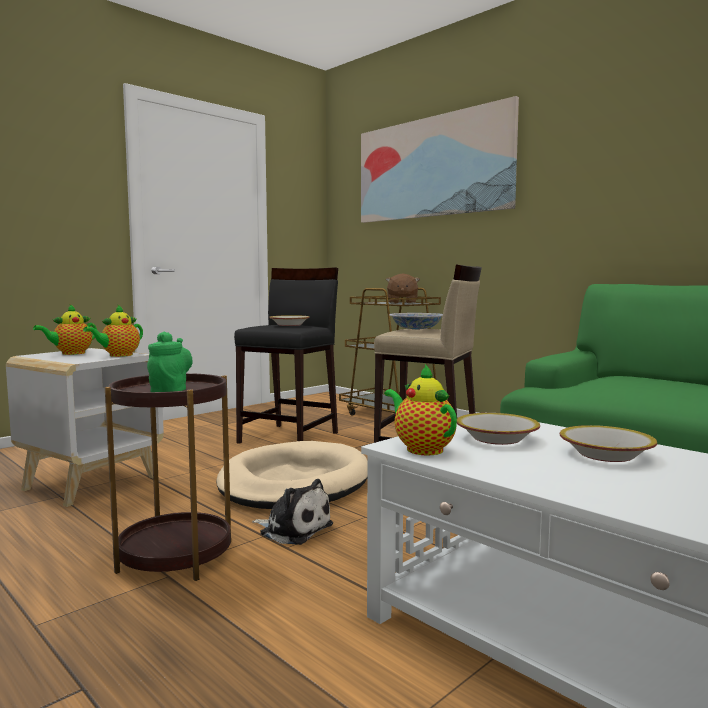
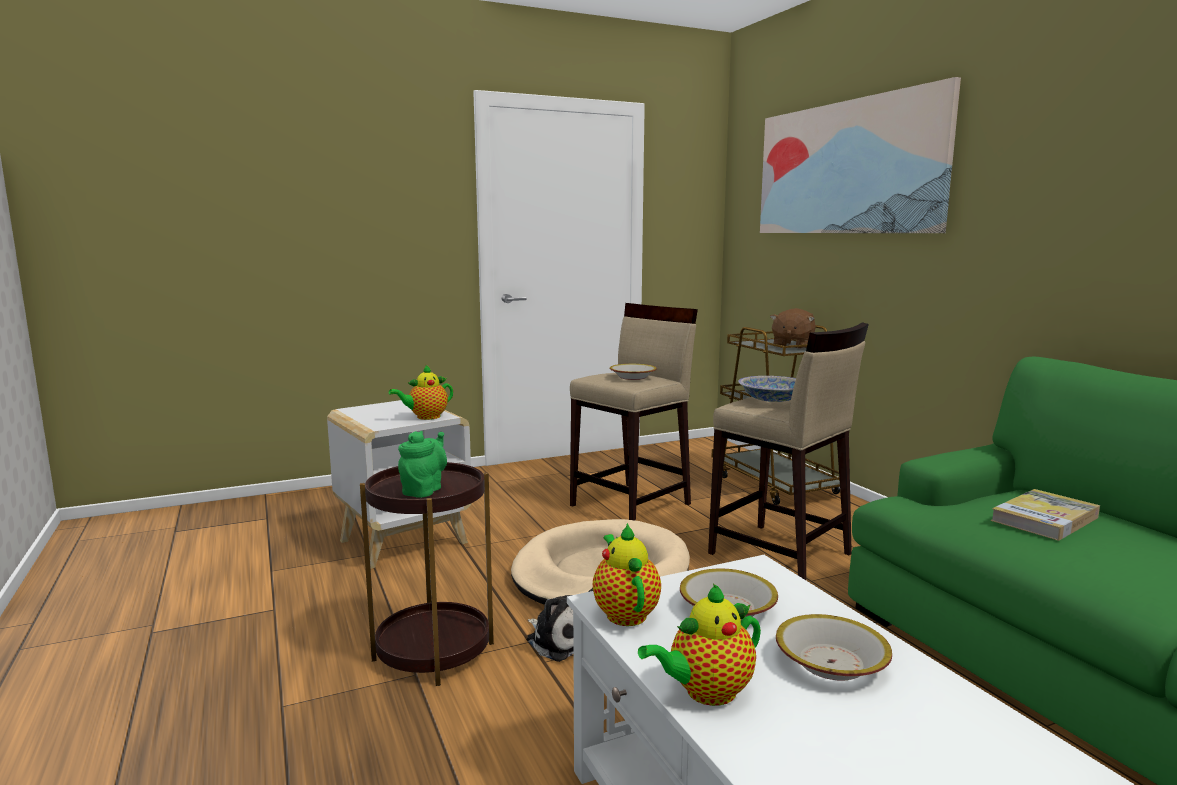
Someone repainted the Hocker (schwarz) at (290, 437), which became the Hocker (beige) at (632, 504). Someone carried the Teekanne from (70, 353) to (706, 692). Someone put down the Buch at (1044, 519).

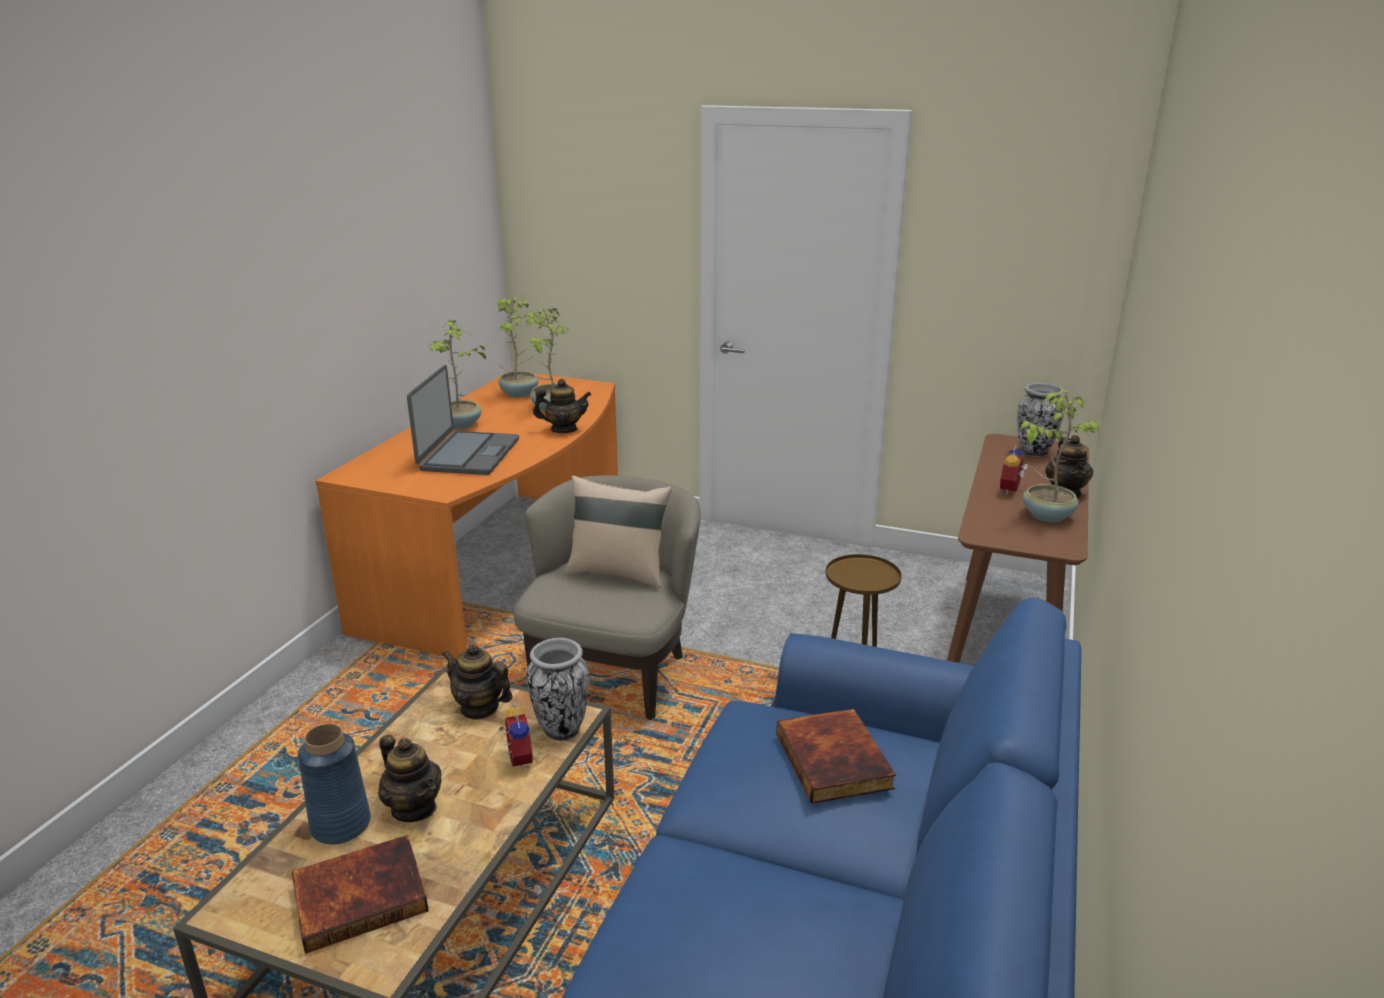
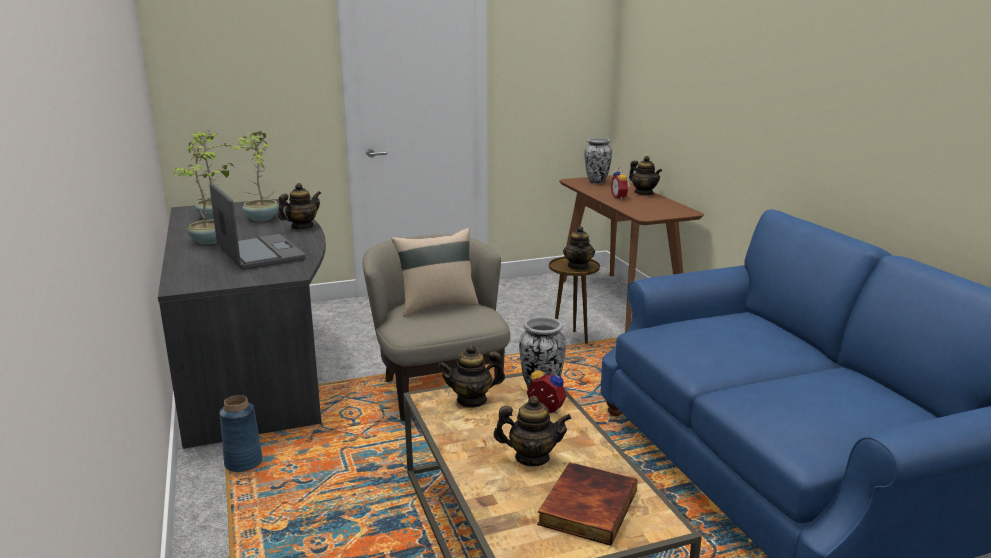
Someone repainted the Schreibtisch (orange) at (505, 566), which became the Schreibtisch (grau) at (255, 364). Someone took away the Topfpflanze at (1046, 515). Someone took away the Buch at (836, 760). Someone carried the Vase (blau) from (340, 825) to (243, 463). Someone put down the Teekanne at (578, 266).

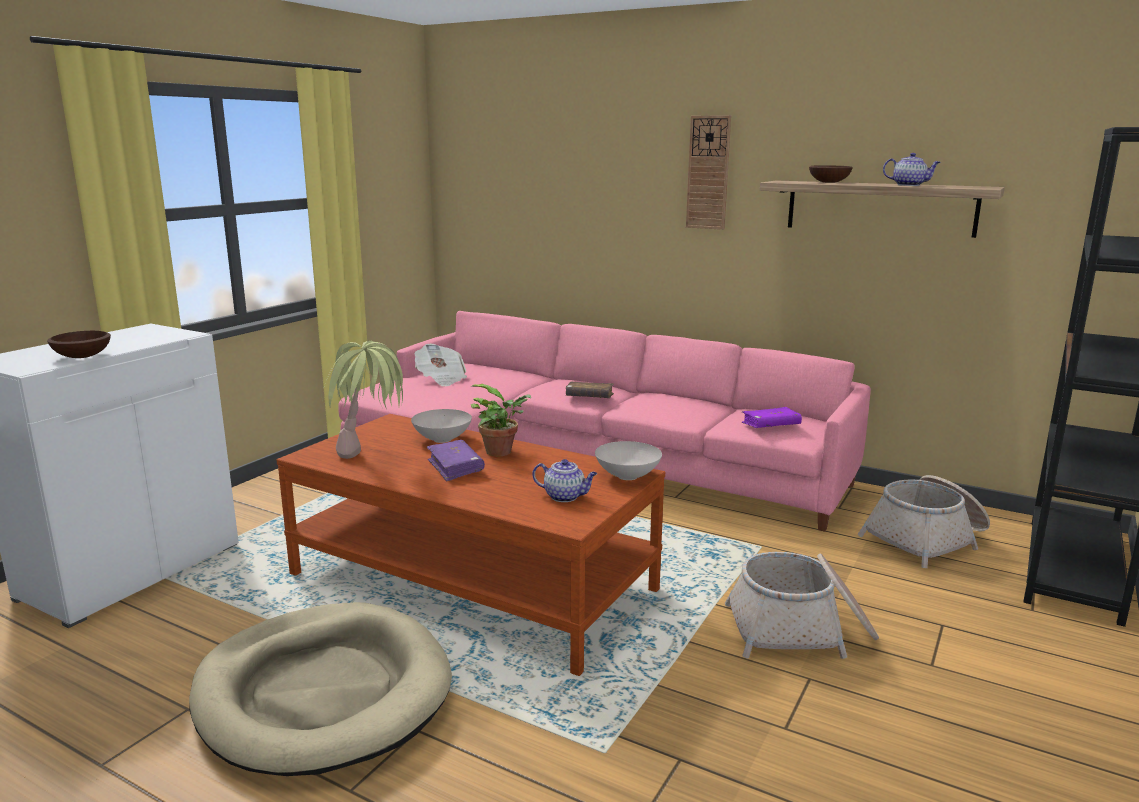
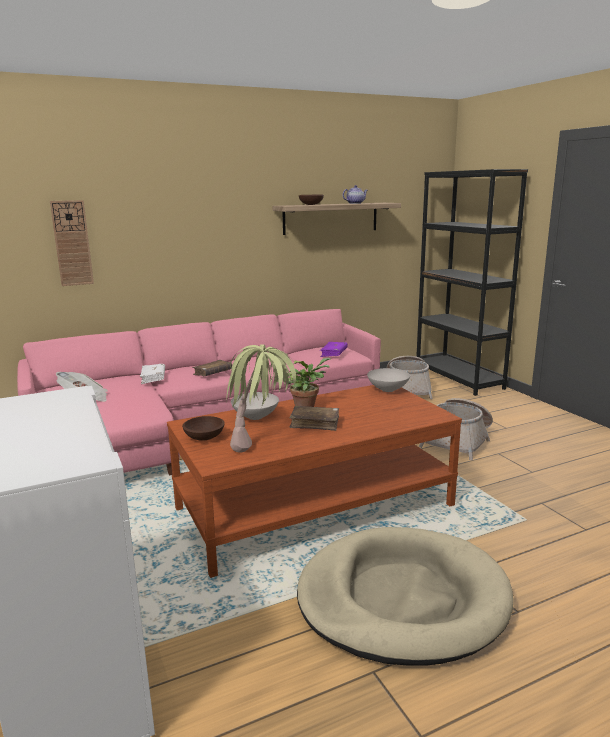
Someone carried the Wanduhr from (708, 173) to (72, 243). Someone carried the Schüssel (braun) from (81, 356) to (204, 438). Someone repainted the Buch (lila) at (455, 467), which became the Buch (braun) at (315, 423). Someone took away the Teekanne at (565, 496). Someone put down the Buch (weiß) at (153, 378).

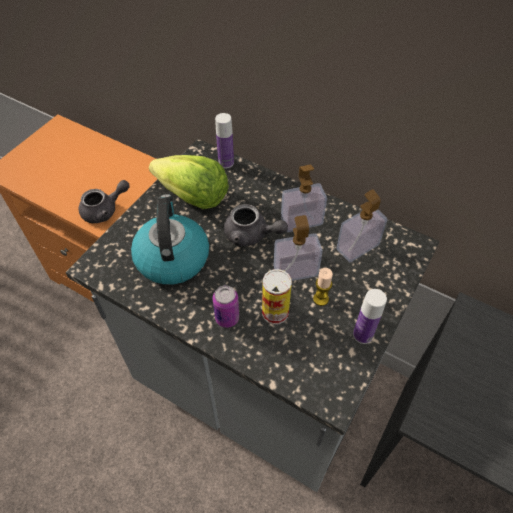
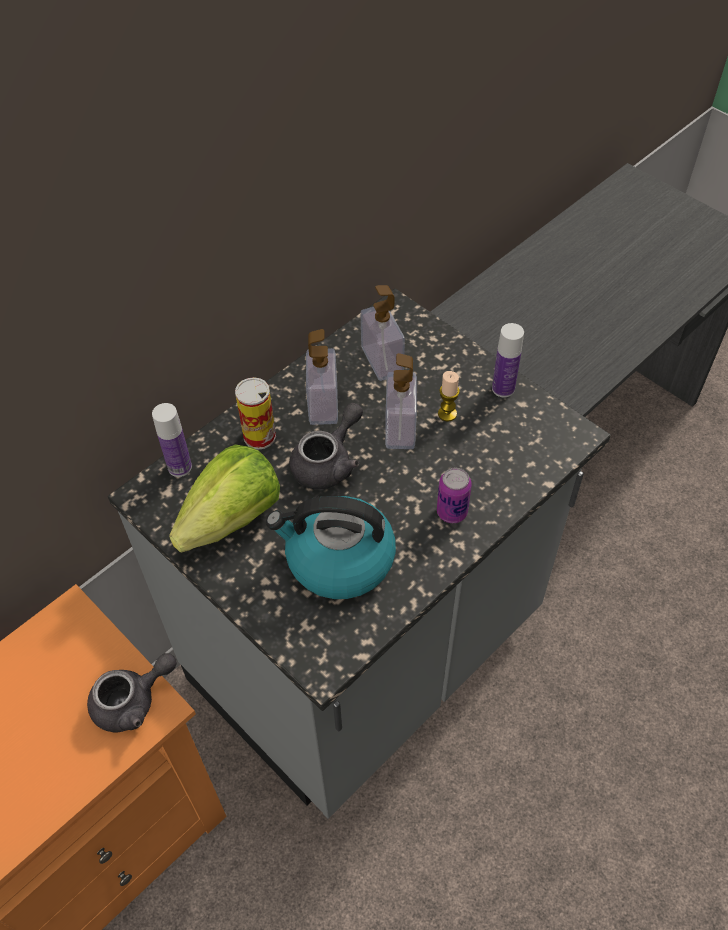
Someone rotated the Teekanne (grau) at (105, 210) by 75 degrees clockwise. Someone carried the Dose from (275, 312) to (259, 436).

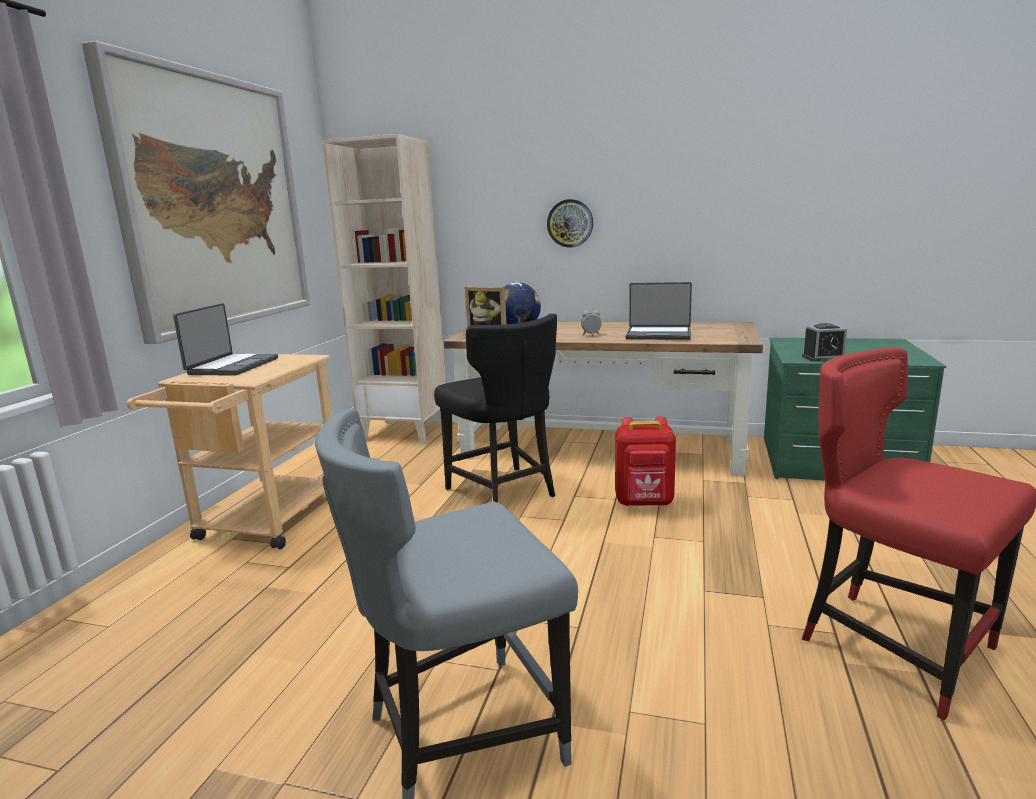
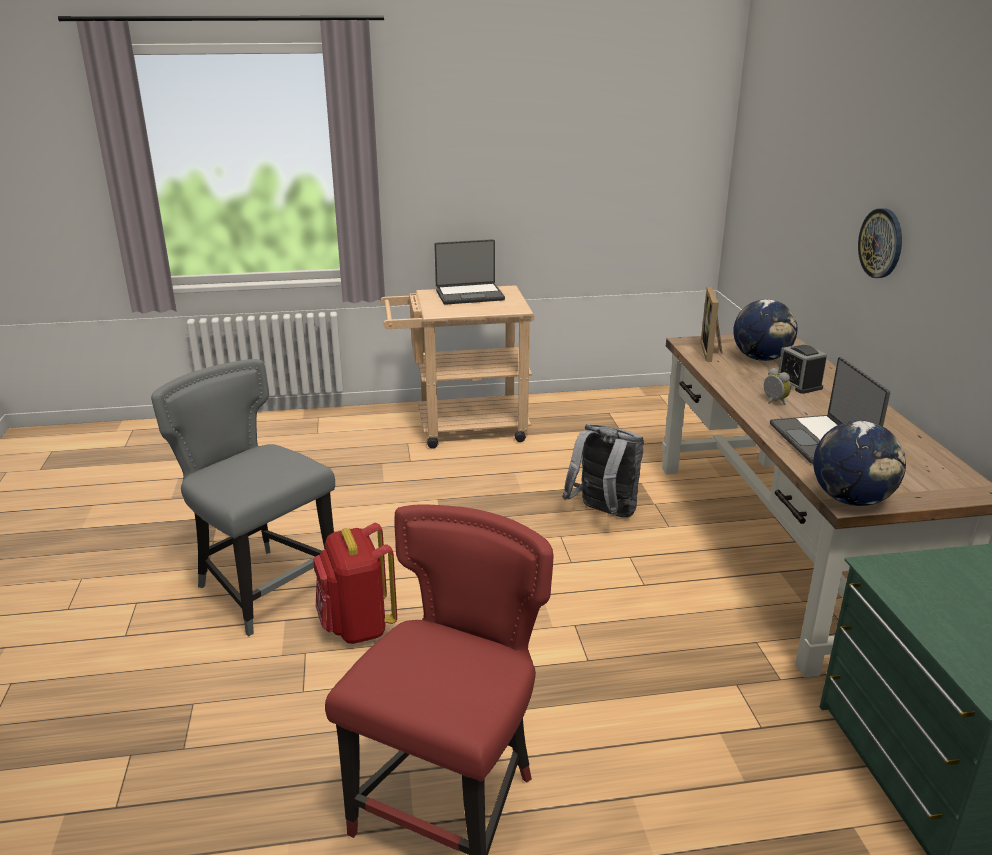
Someone took away the Bild at (214, 203). Someone took away the Bücherregal (beige) at (405, 431). Someone swapped the Stuhl (schwarz) at (503, 492) for the Rucksack (grau) at (603, 513). Someone carried the Wecker from (823, 358) to (798, 384). Someone carried the Rucksack (rot) from (644, 503) to (357, 627). Someone put down the Globus at (851, 500).

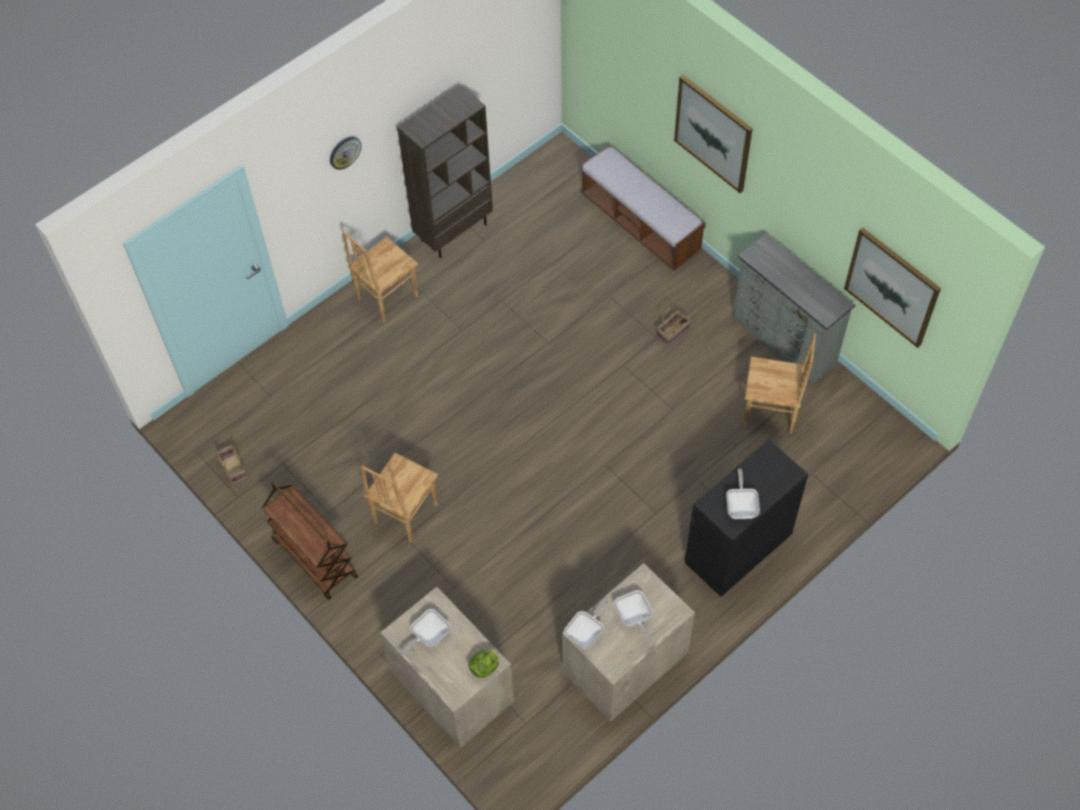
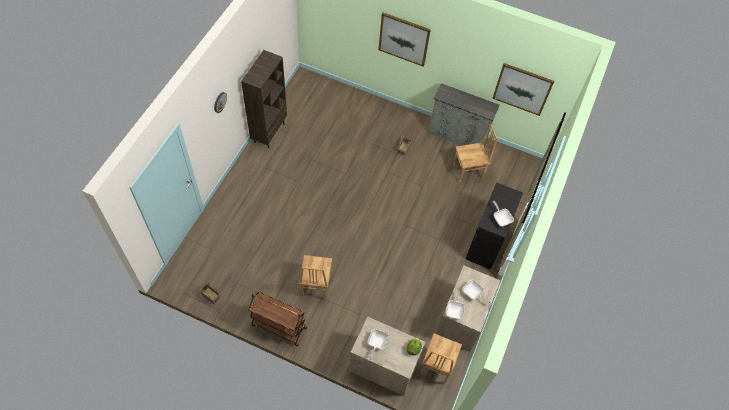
Someone took away the Bank at (640, 224). Someone carried the Stuhl (braun) from (386, 297) to (436, 365).

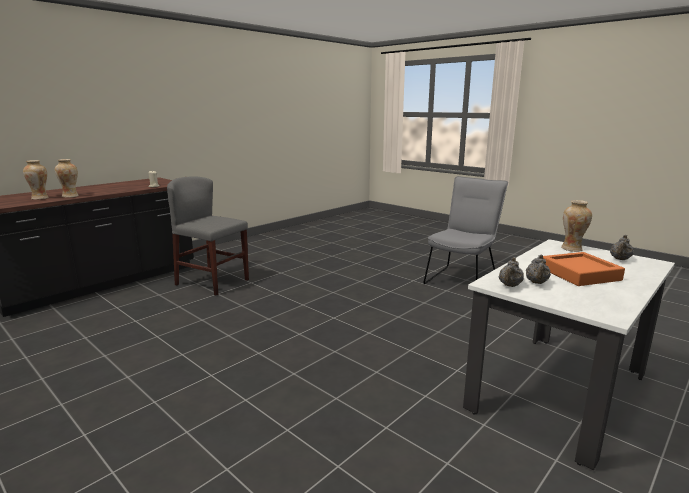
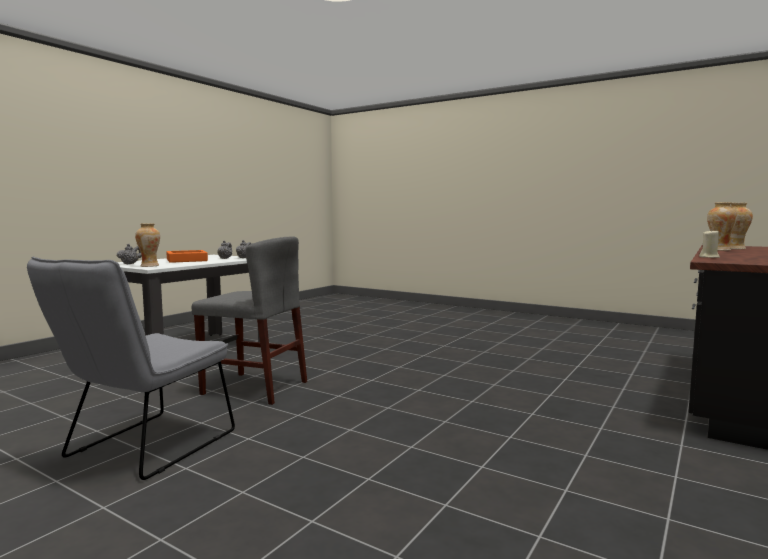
Someone carried the Stuhl (grau) from (212, 282) to (254, 388).

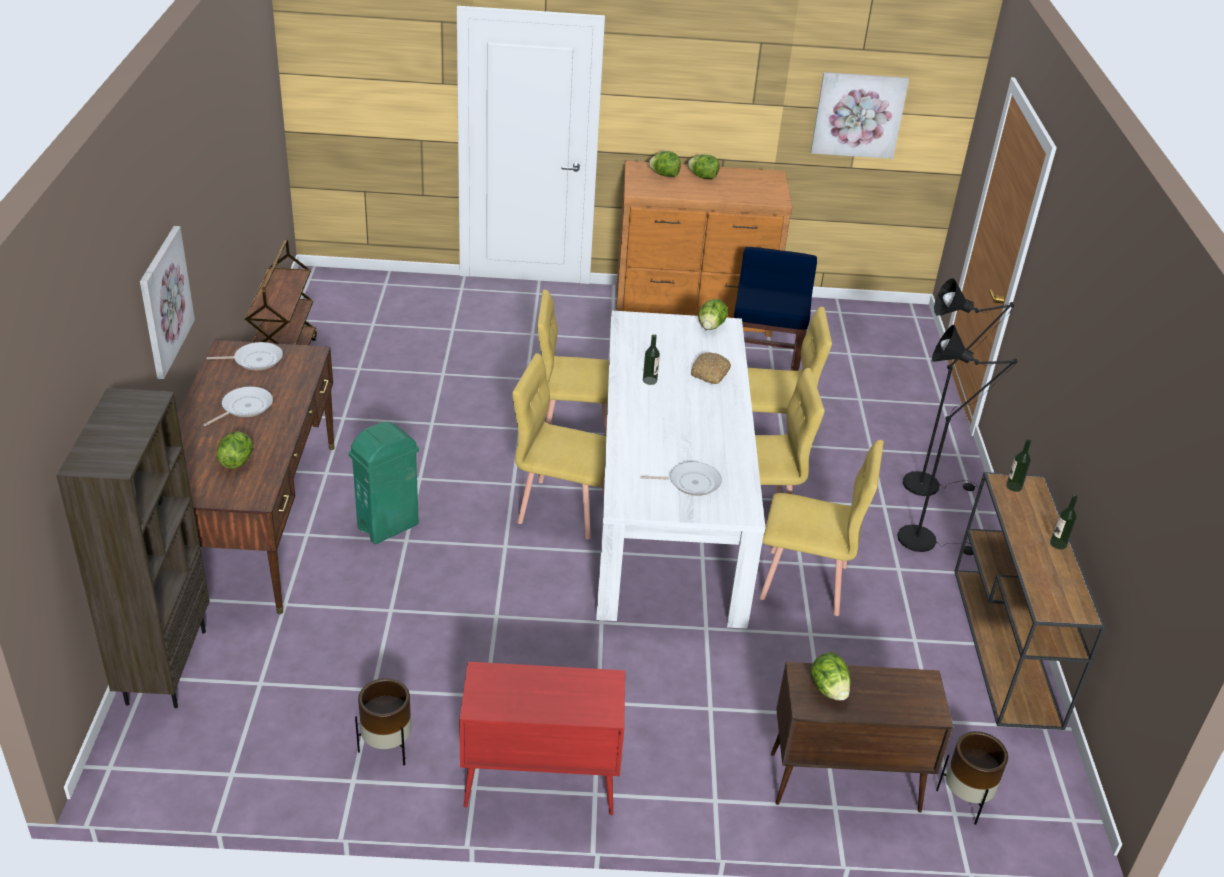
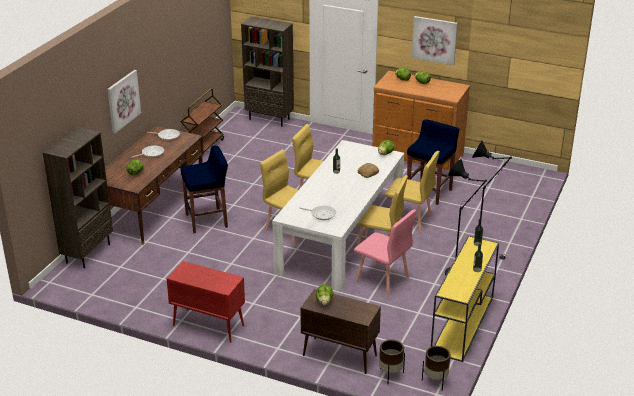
Someone carried the Bild from (858, 114) to (434, 40). Someone swapped the Mülleimer (grün) at (389, 526) for the Hocker (blau) at (207, 221). Someone repainted the Stuhl (gelb) at (804, 583), which became the Stuhl (rosa) at (382, 279). Someone repainted the Konsolentisch (braun) at (1006, 647), which became the Konsolentisch (gelb) at (462, 325). Someone carried the Pflanzkübel (braun) from (386, 747) to (435, 381). Someone put down the Bücherregal (braun) at (270, 119).

